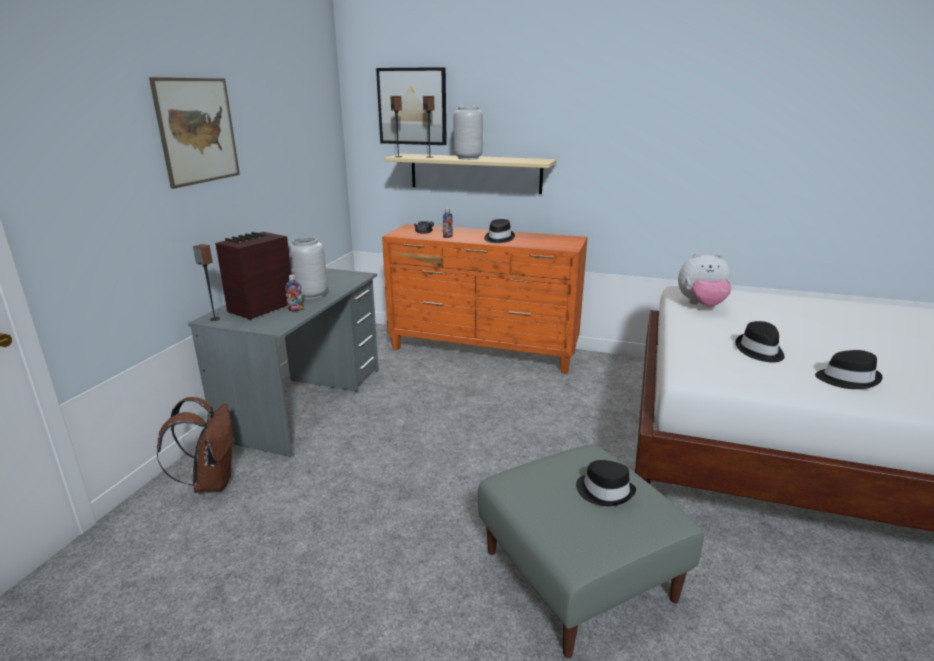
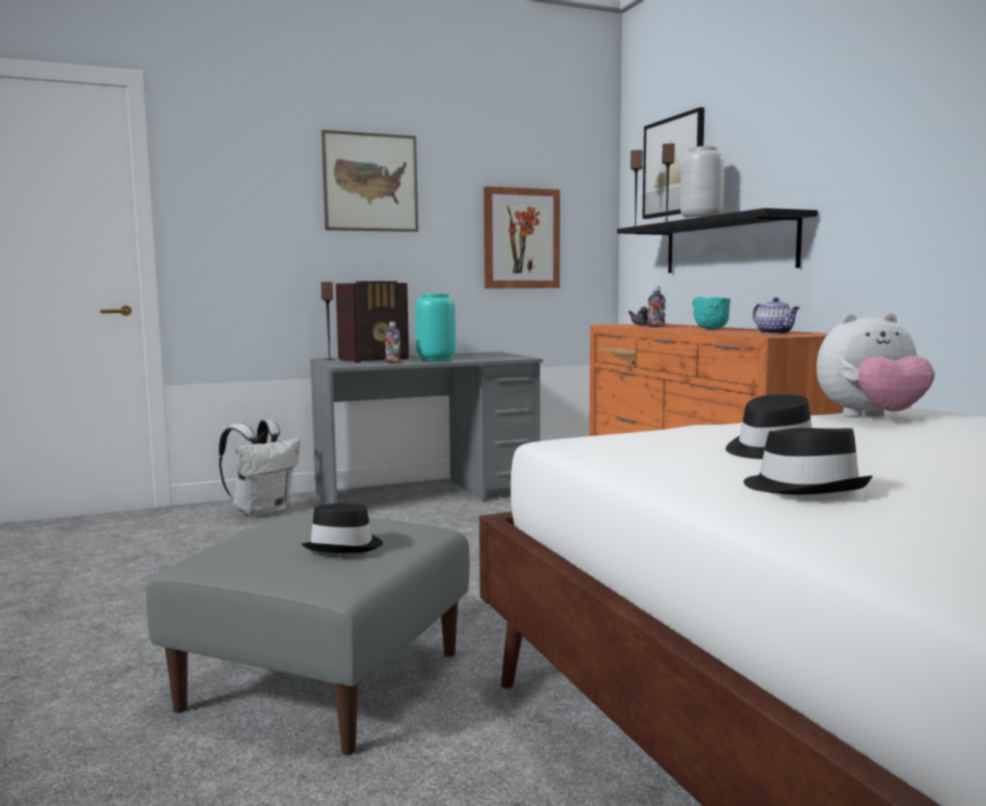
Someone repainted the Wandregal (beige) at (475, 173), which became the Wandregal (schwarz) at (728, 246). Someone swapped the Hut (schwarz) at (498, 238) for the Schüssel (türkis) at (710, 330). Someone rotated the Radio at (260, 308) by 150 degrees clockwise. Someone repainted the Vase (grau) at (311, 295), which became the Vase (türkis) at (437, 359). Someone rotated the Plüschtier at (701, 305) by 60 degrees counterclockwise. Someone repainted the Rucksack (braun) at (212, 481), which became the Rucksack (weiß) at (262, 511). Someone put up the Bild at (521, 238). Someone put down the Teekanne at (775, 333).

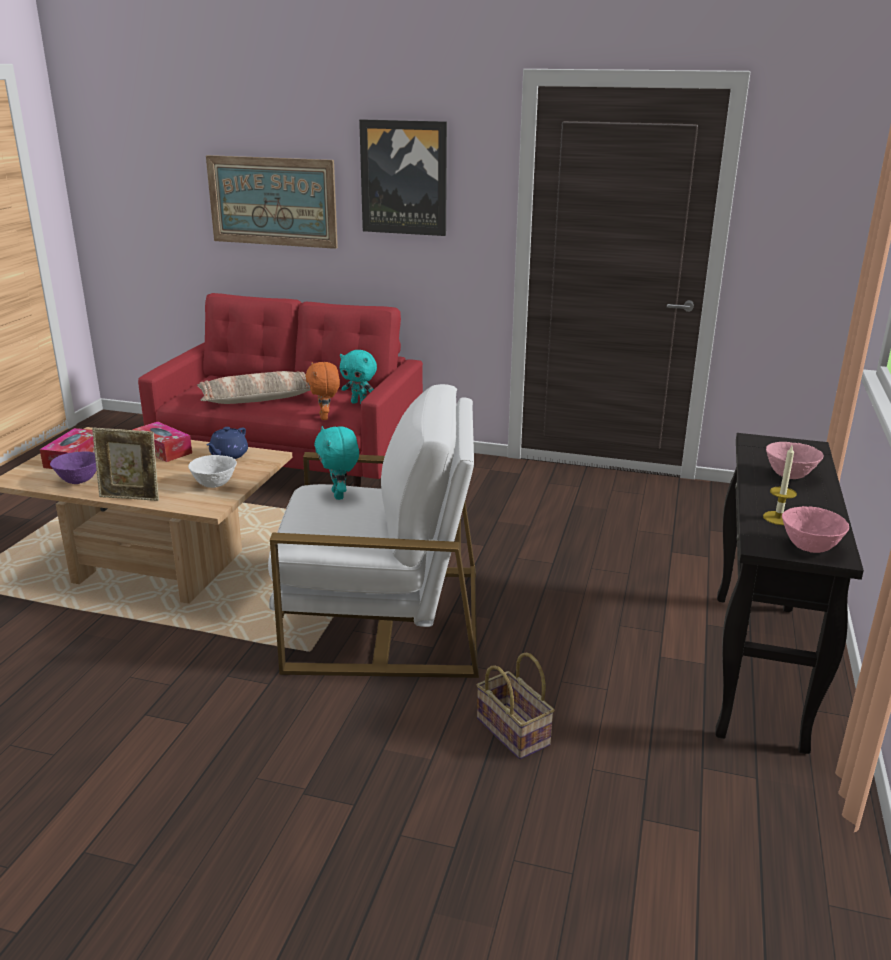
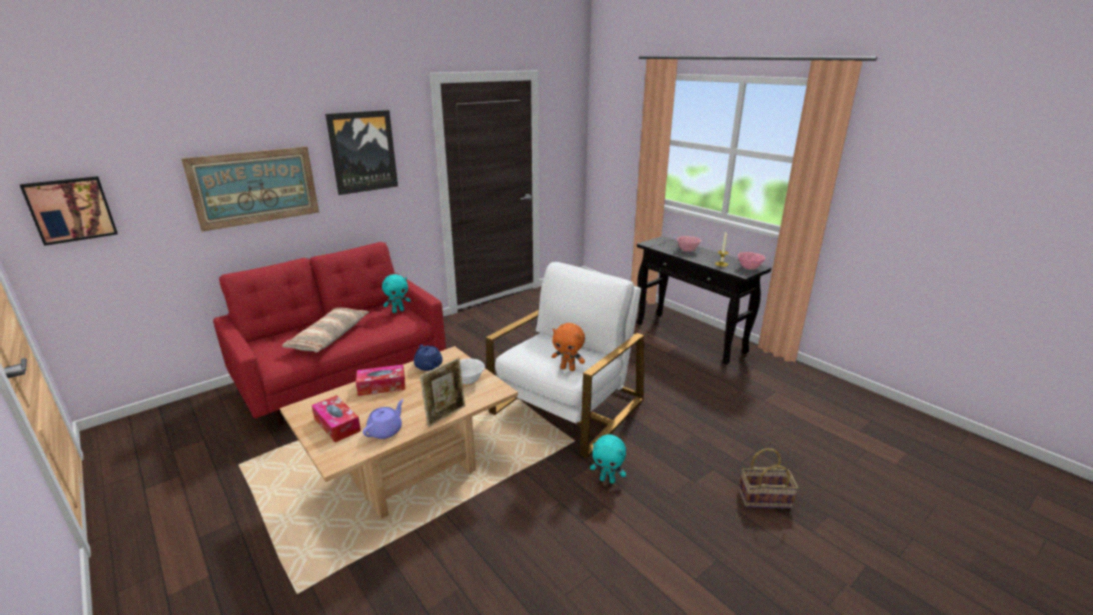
Someone carried the Plüschtier (orange) from (325, 417) to (568, 368). Someone carried the Plüschtier (türkis) from (339, 495) to (607, 480). Someone swapped the Schüssel (lila) at (78, 481) for the Teekanne (lila) at (386, 430). Someone carried the Korb from (515, 732) to (765, 498). Someone put up the Bild at (71, 209).

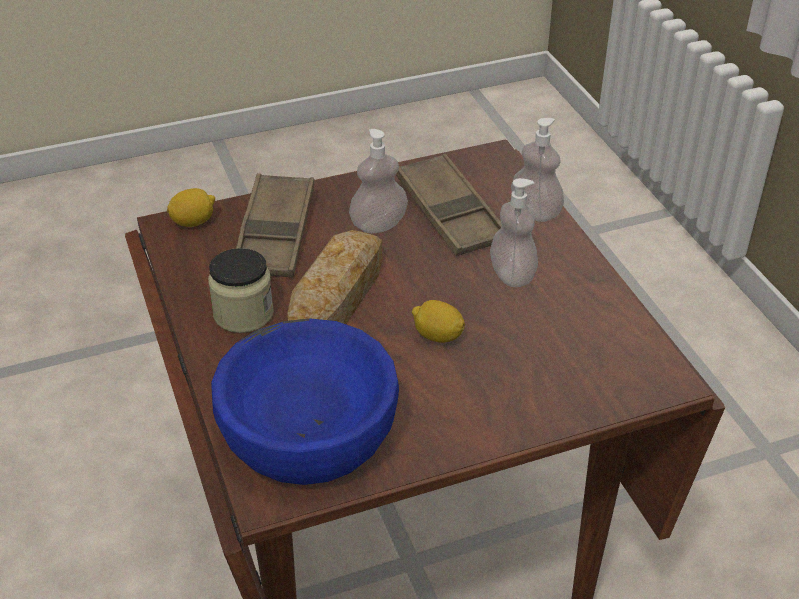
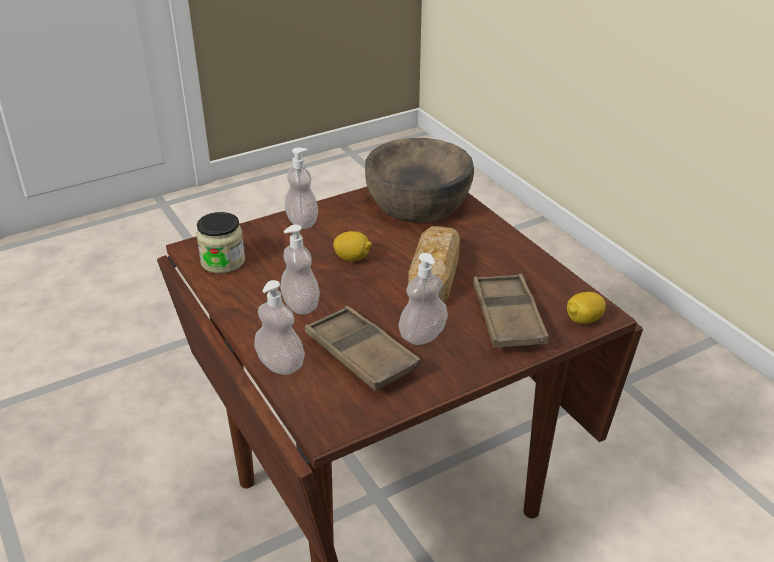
Someone carried the Vorratsglas from (243, 314) to (223, 261). Someone repainted the Schüssel (blau) at (308, 434), which became the Schüssel (braun) at (418, 202). Someone put down the Seifenspender at (302, 222).

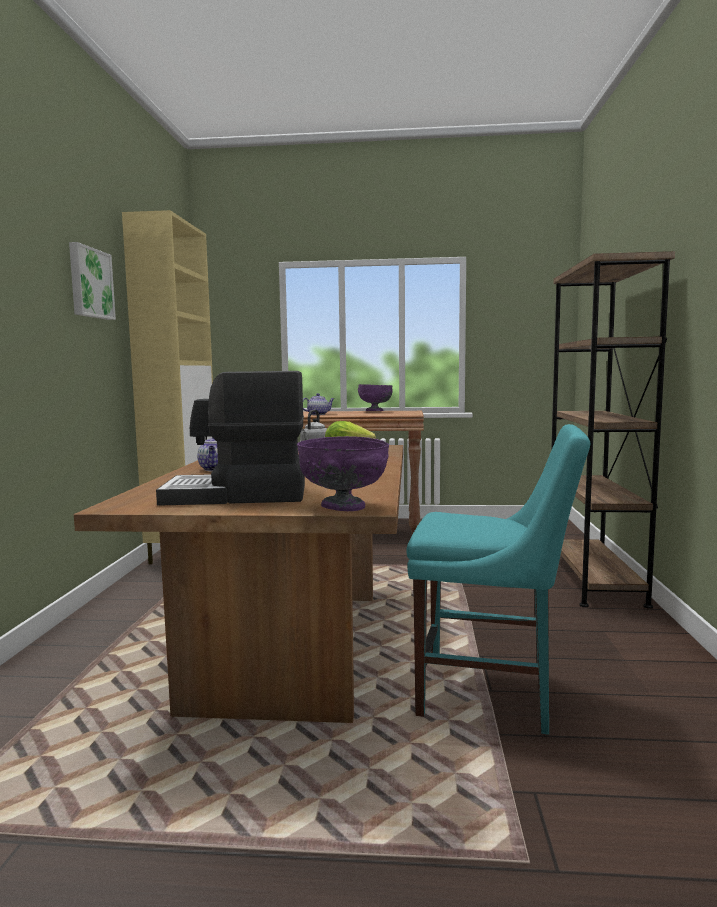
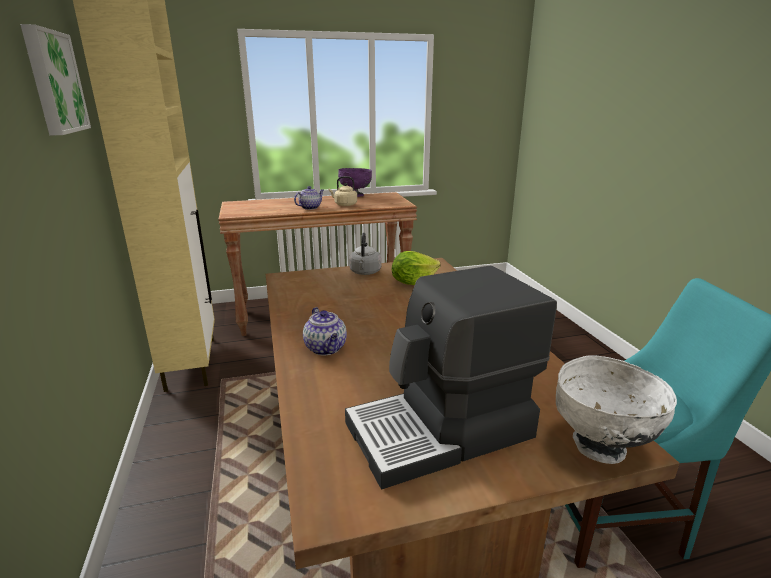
Someone took away the Bücherregal (braun) at (593, 580). Someone repainted the Schüssel (lila) at (343, 507), which became the Schüssel (weiß) at (600, 447). Someone put down the Wasserkessel (beige) at (344, 205).

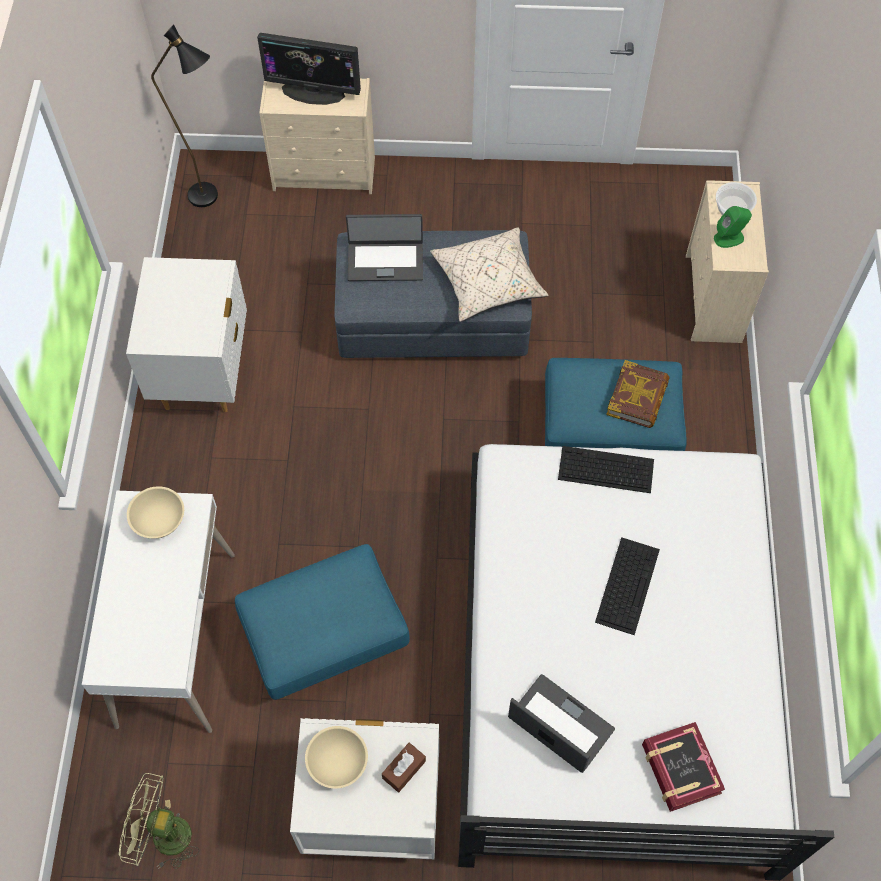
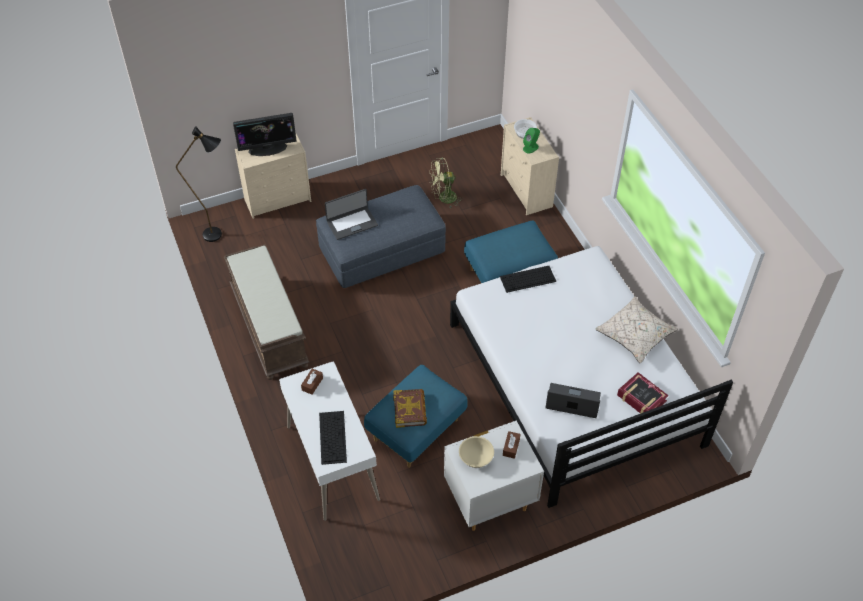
Someone carried the Kissen (beige) from (488, 282) to (635, 335). Someone swapped the Nachttisch (weiß) at (203, 375) for the Bank (braun) at (268, 326). Someone carried the Buch from (637, 397) to (410, 410). Someone swapped the Schüssel (beige) at (159, 520) for the Taschentuchbox (braun) at (312, 384). Someone carried the Tastatur from (627, 584) to (332, 436). Someone carried the Ventilator (grün) from (162, 836) to (443, 198).

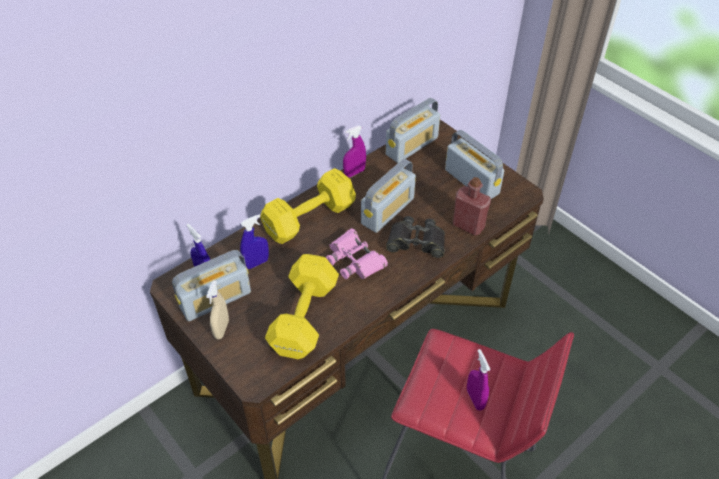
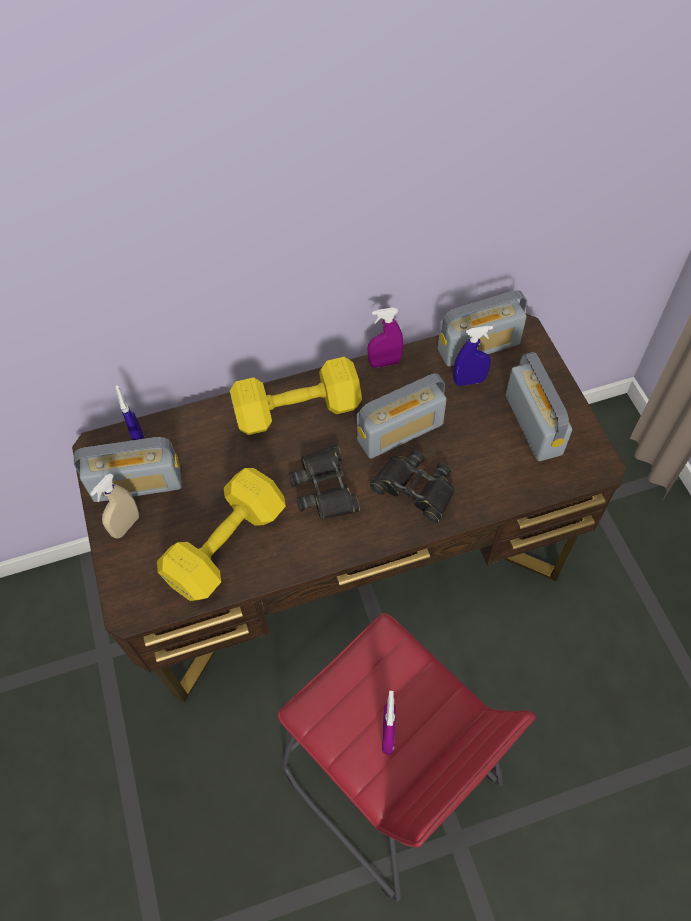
Someone took away the Flasche (rot) at (468, 225). Someone carried the Sprühflasche (blau) from (256, 263) to (469, 381). Someone repainted the Fernglas (rosa) at (354, 260), which became the Fernglas (schwarz) at (325, 488).

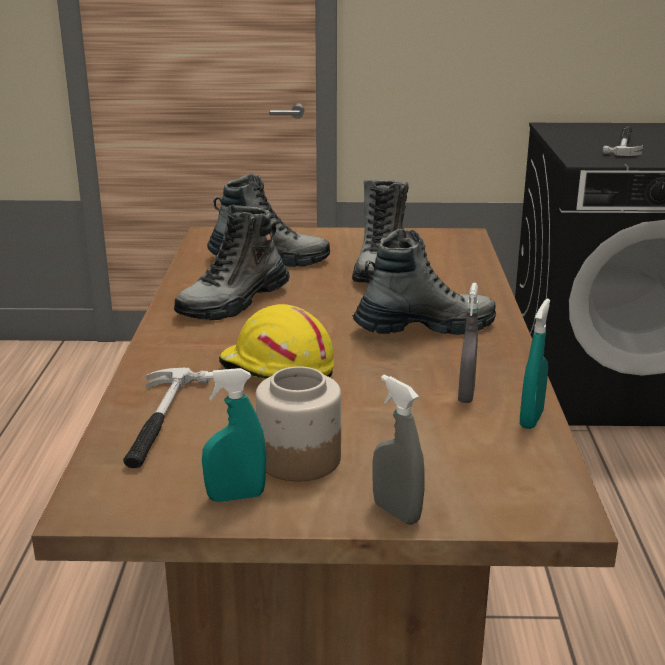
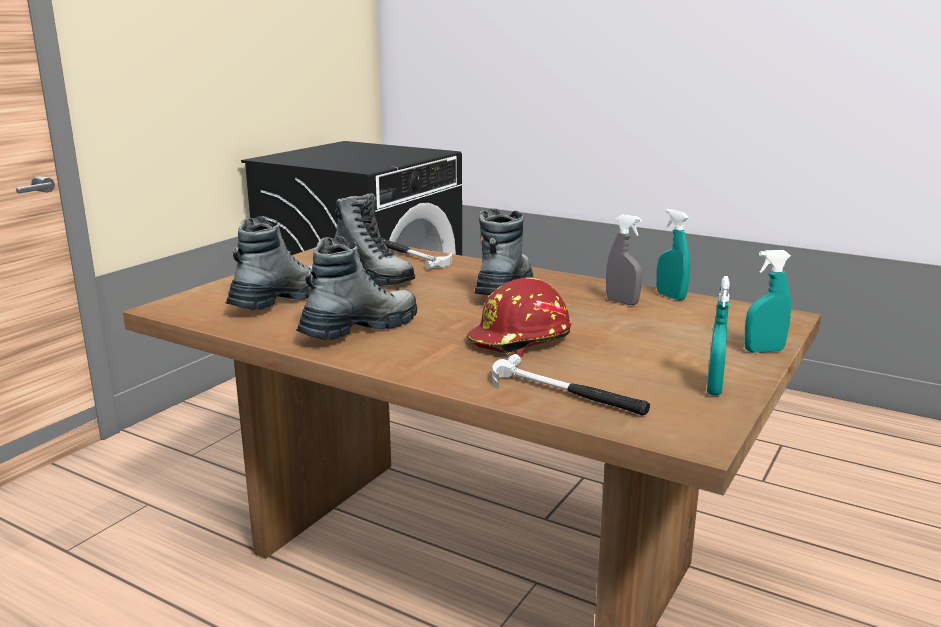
Someone carried the Hammer from (624, 144) to (411, 256). Someone rotated the Stiefel at (234, 302) by 120 degrees counterclockwise. Someone repainted the Schutzhelm (gelb) at (276, 370), which became the Schutzhelm (rot) at (520, 340). Someone took away the Vorratsglas at (298, 459). Someone repainted the Sprühflasche (grau) at (396, 512), which became the Sprühflasche (türkis) at (763, 350).

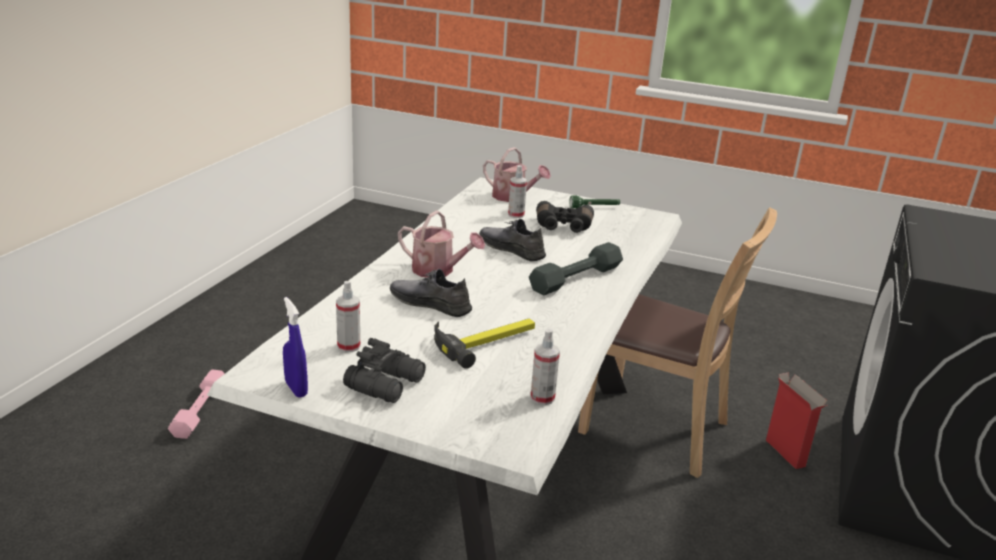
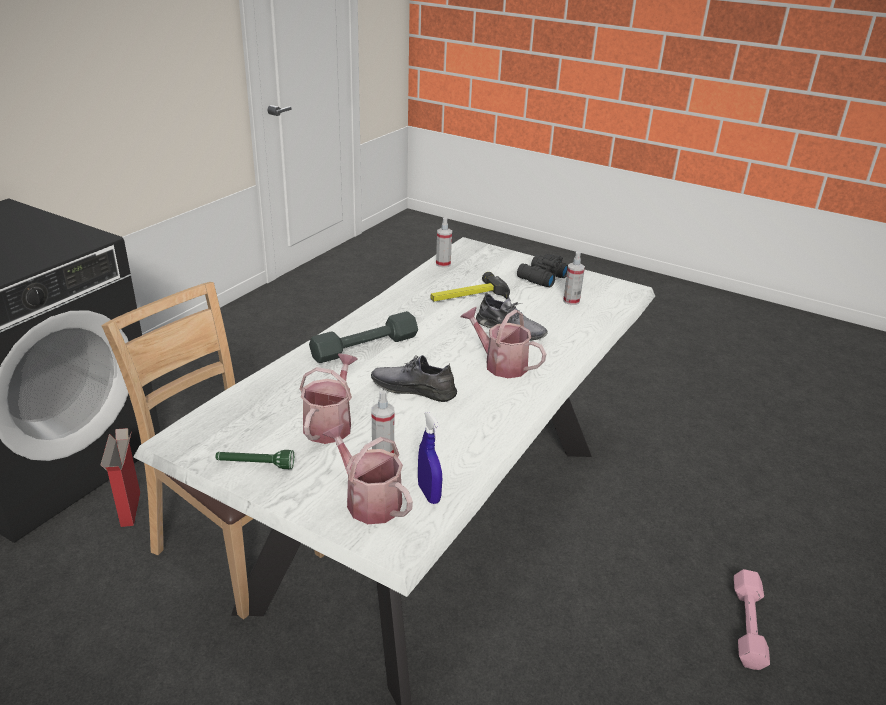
Someone swapped the Fernglas (schwarz) at (563, 227) for the Gießkanne at (330, 424). Someone rotated the Schuh (grau) at (512, 249) by 150 degrees clockwise. Someone carried the Sprühflasche (blau) from (296, 389) to (429, 494).

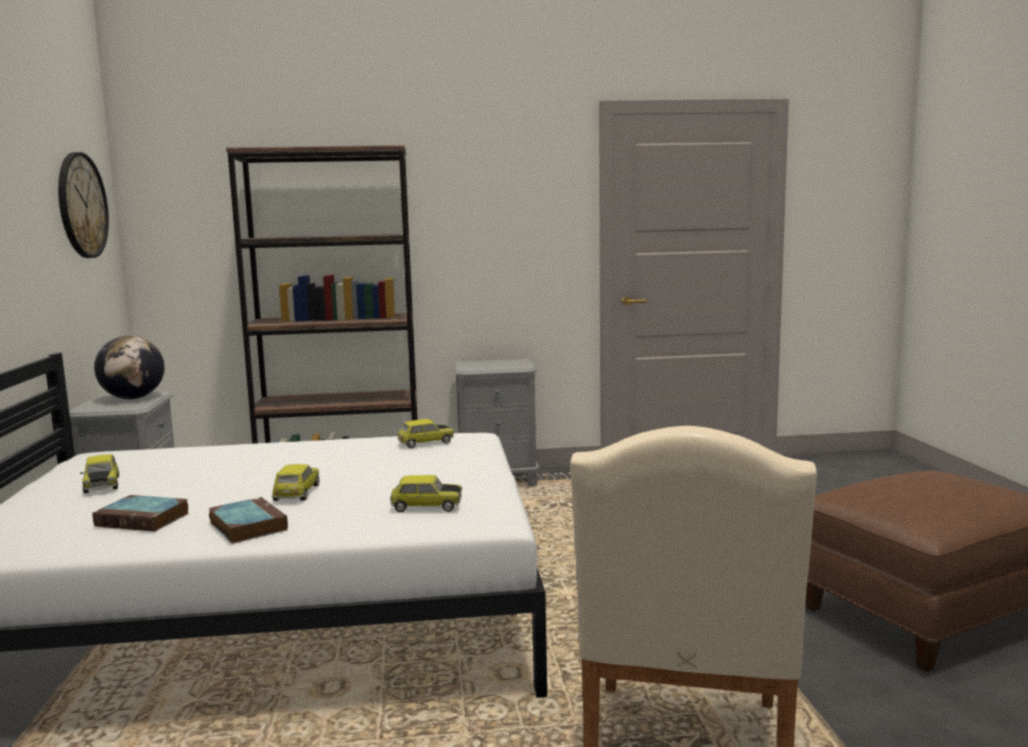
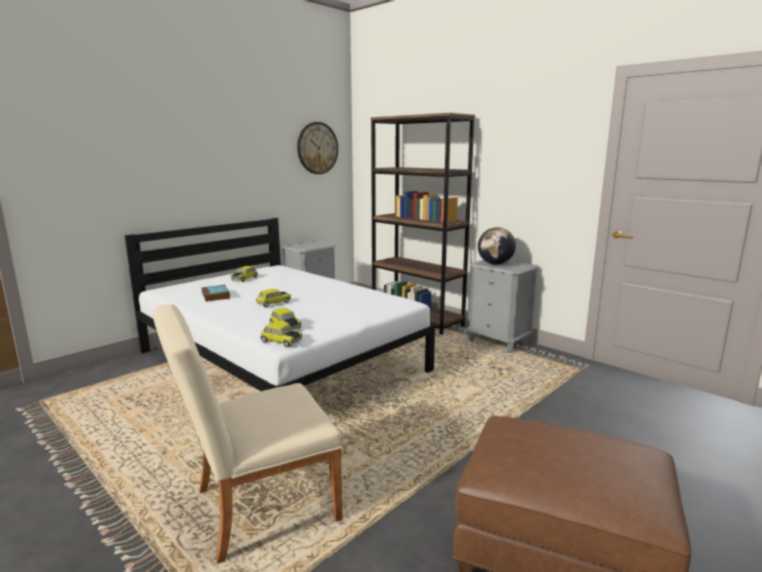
Someone carried the Globus from (133, 398) to (495, 264). Someone carried the Spielzeugauto from (425, 443) to (280, 342). Someone took away the Buch at (246, 526).

